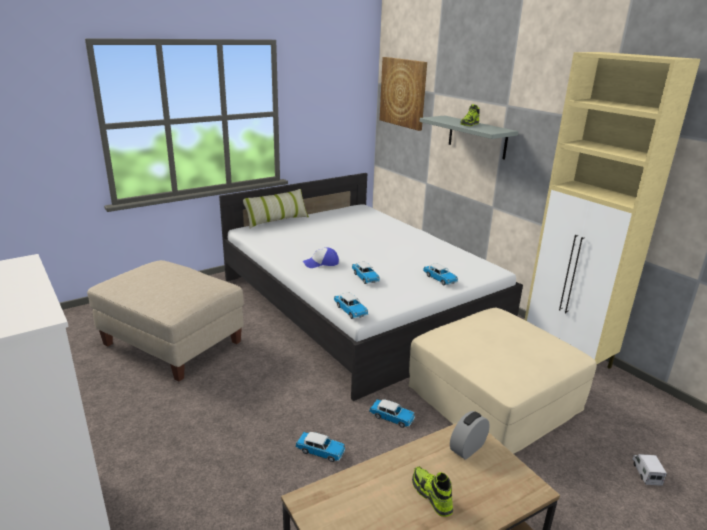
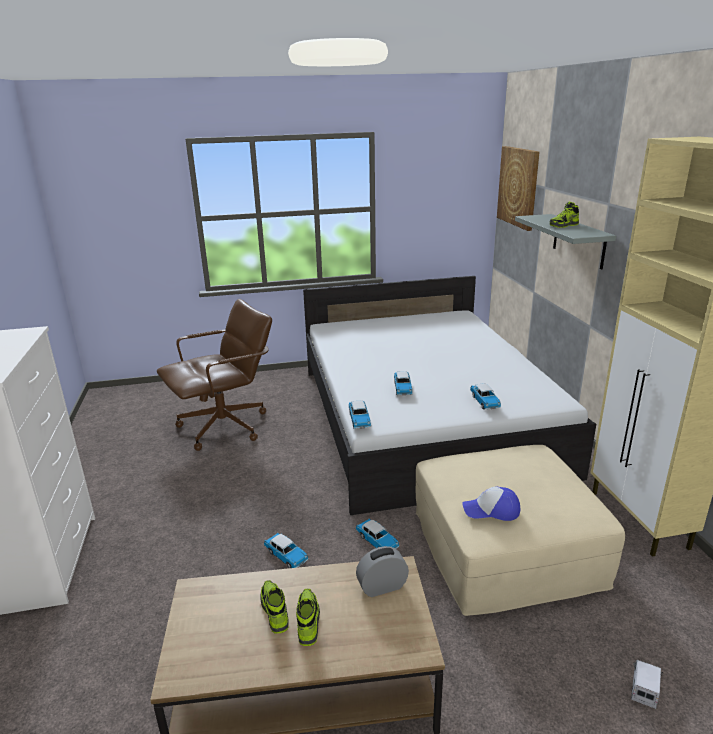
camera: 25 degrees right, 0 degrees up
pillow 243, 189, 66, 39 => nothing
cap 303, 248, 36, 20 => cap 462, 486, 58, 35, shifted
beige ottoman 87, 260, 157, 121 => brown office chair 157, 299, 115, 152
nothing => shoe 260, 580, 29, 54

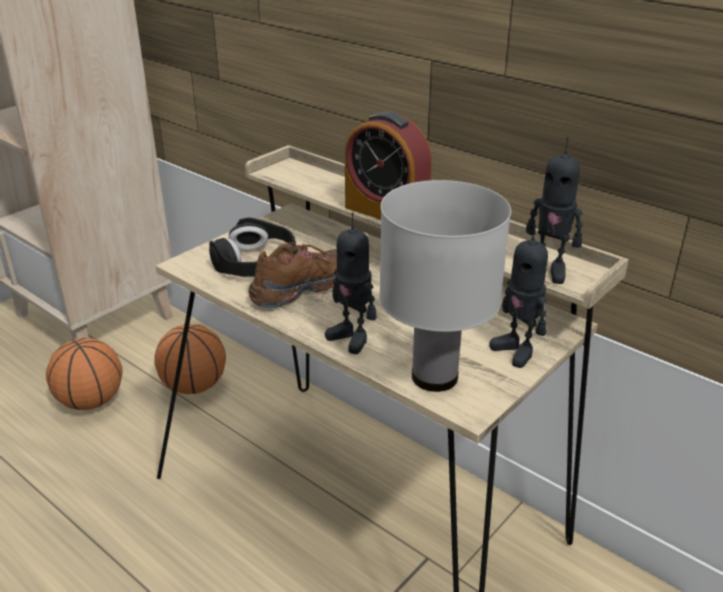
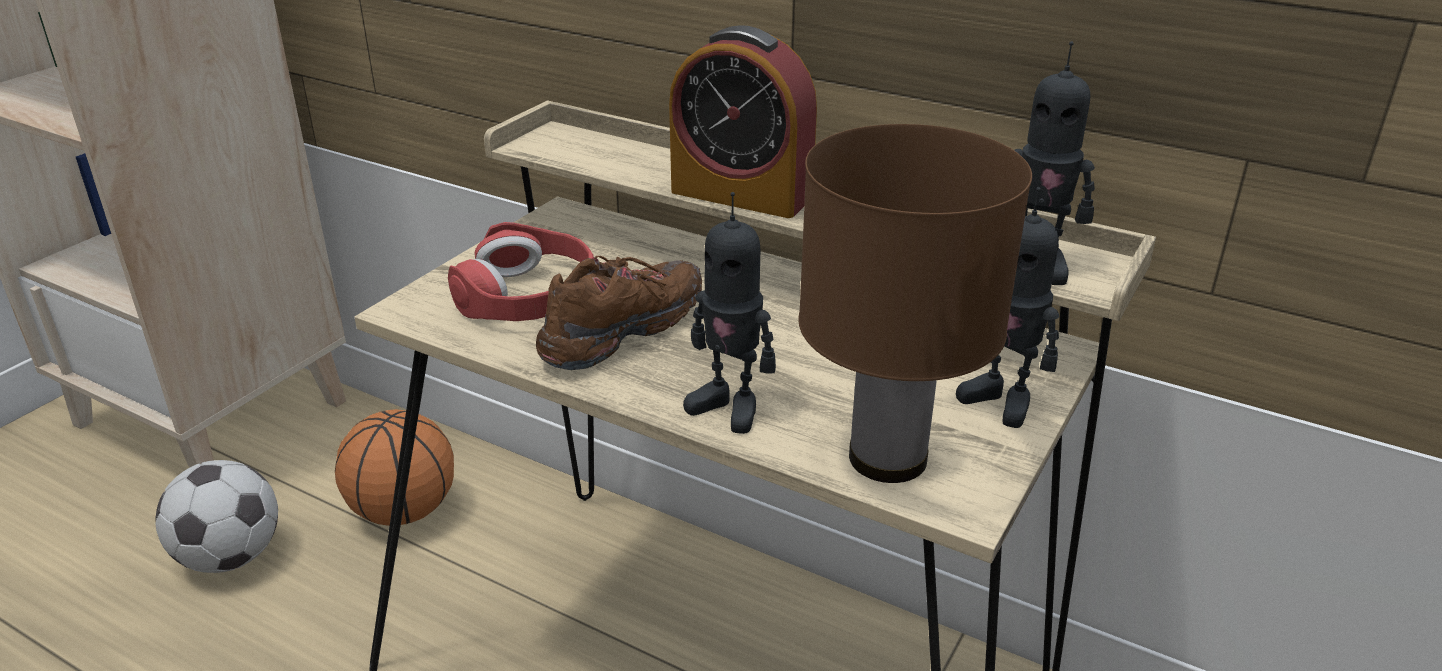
camera: 10 degrees left, 0 degrees up
white table lamp 379, 180, 132, 212 => brown table lamp 799, 124, 233, 359
black headphones 209, 217, 87, 60 => red headphones 448, 222, 145, 99
basketball 46, 338, 77, 72 => football 156, 460, 122, 113

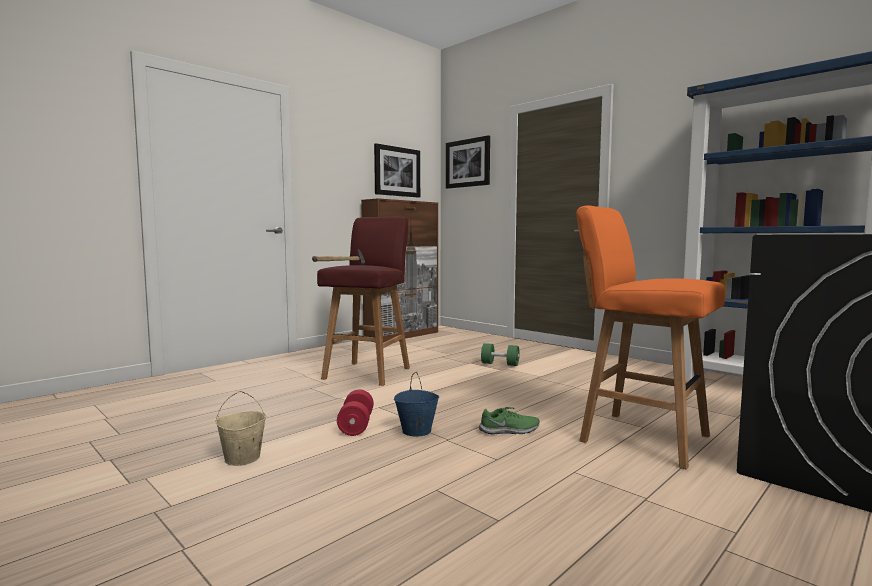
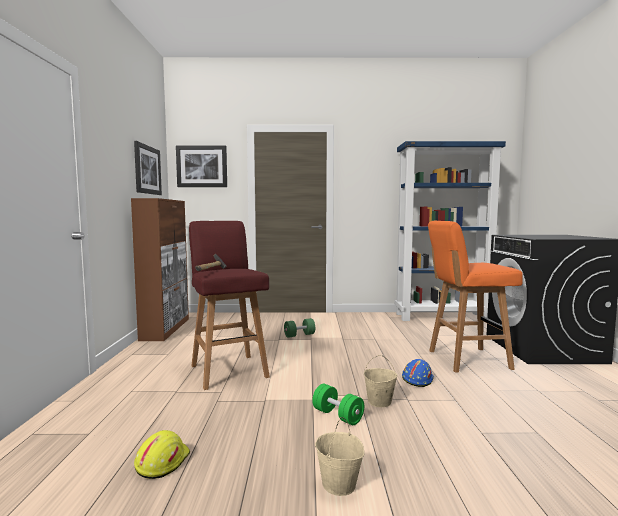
camera: 45 degrees left, 0 degrees up
blue bucket 394, 372, 45, 64 => beige bucket 364, 355, 34, 52
red dumbbell 337, 389, 37, 47 => green dumbbell 312, 384, 52, 41
green shoe 479, 407, 60, 27 => blue hard hat 402, 359, 32, 28
nothing => yellow hard hat 134, 430, 56, 49

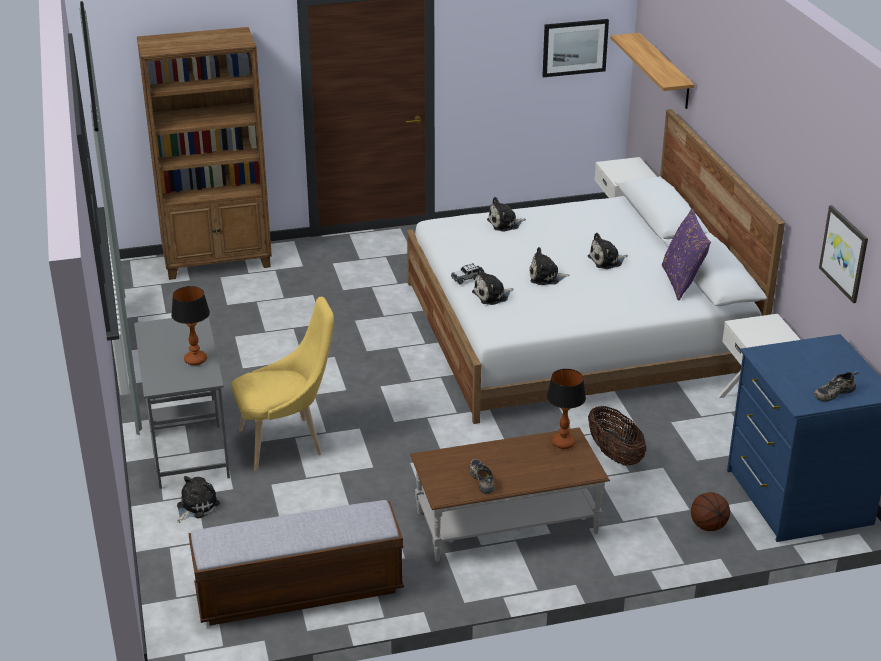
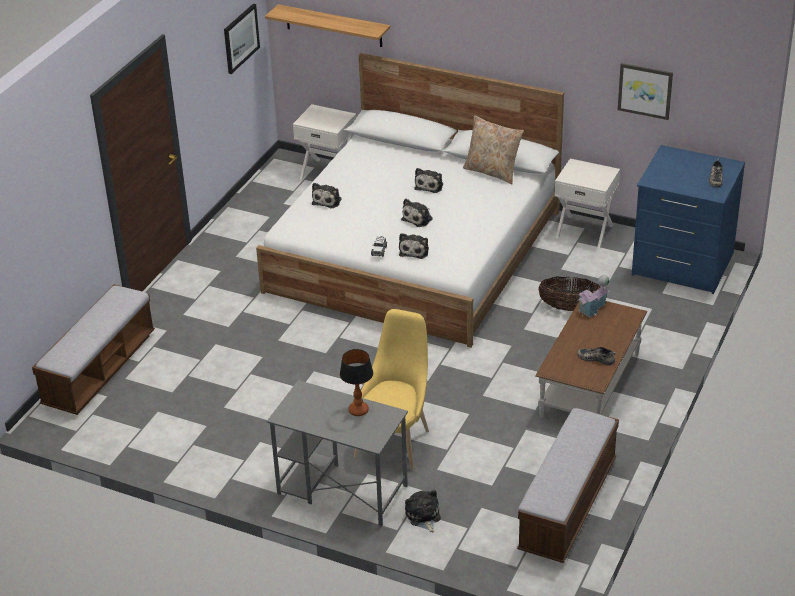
camera: 50 degrees left, 5 degrees up
brown bookcase 137, 27, 135, 253 => bench 32, 284, 123, 131
purple pillow 662, 208, 49, 93 => beige pillow 463, 115, 61, 69
table lamp 547, 369, 39, 80 => toy house 577, 275, 33, 42
basketball 691, 492, 39, 39 => nothing

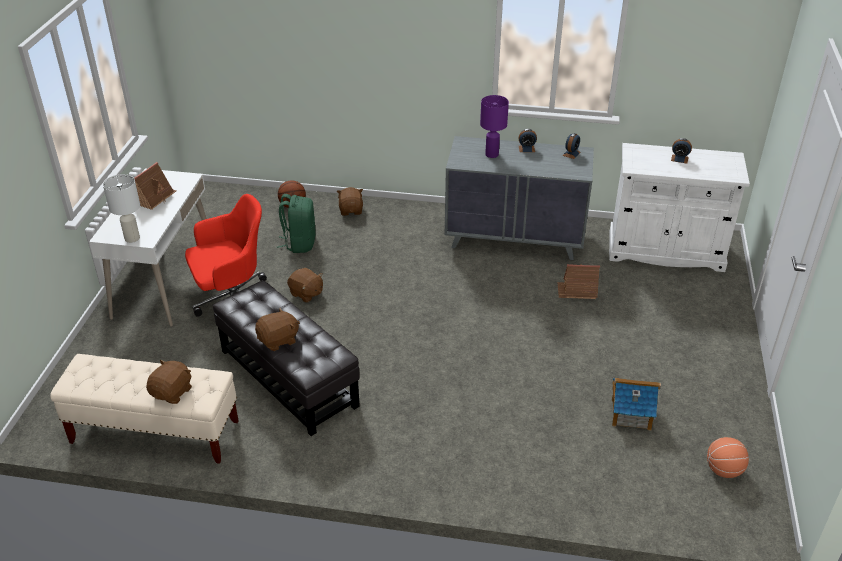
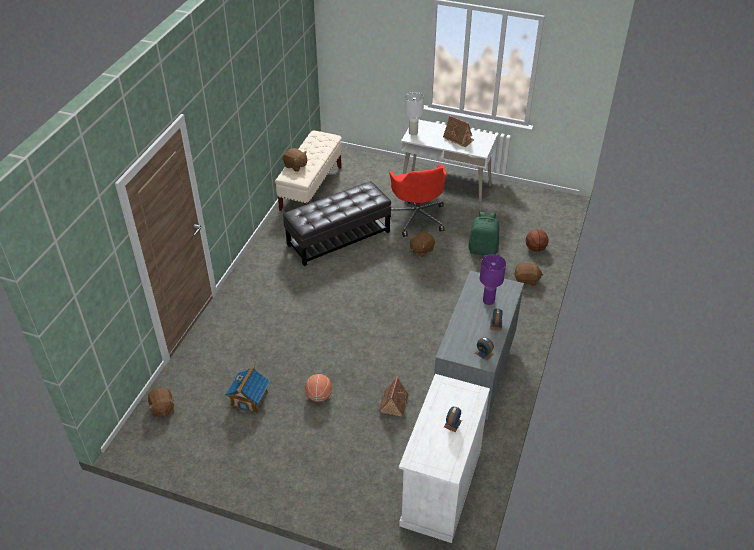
camera: 100 degrees right, 5 degrees up
brown plush toy 255, 308, 45, 43 => brown plush toy 148, 387, 26, 31, shifted
basketball 707, 437, 42, 41 => basketball 305, 374, 27, 28, shifted

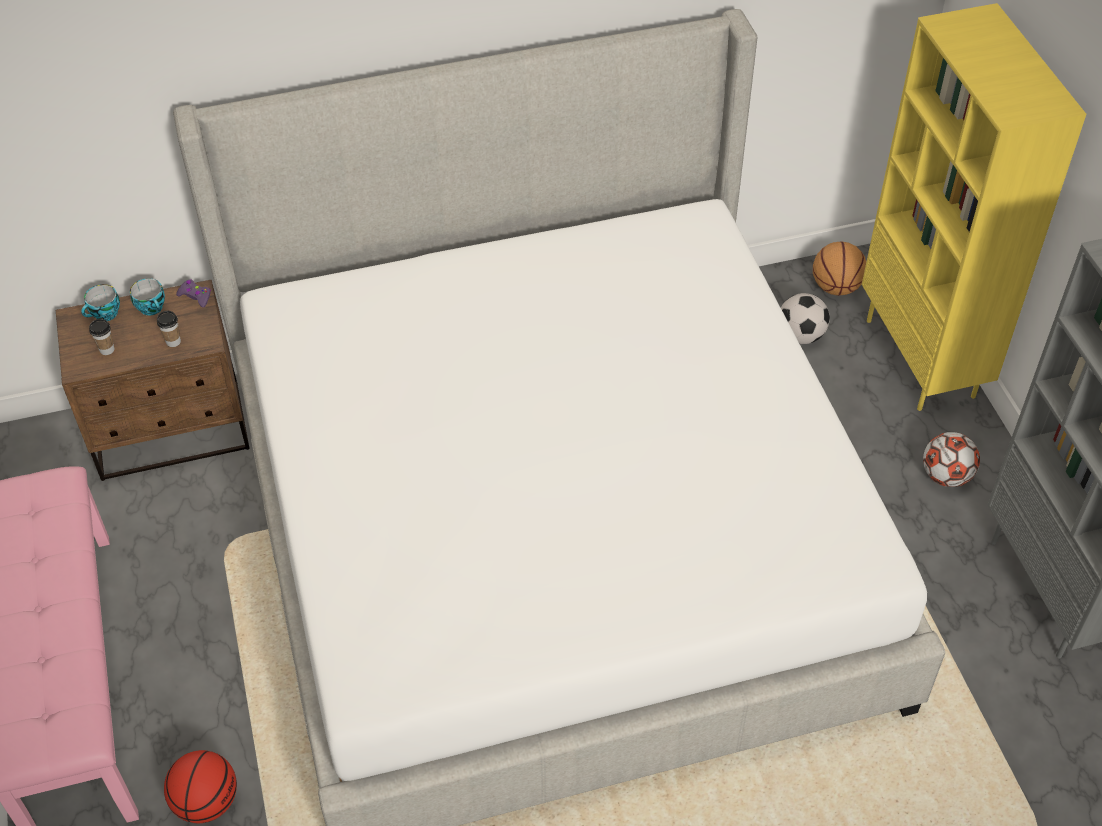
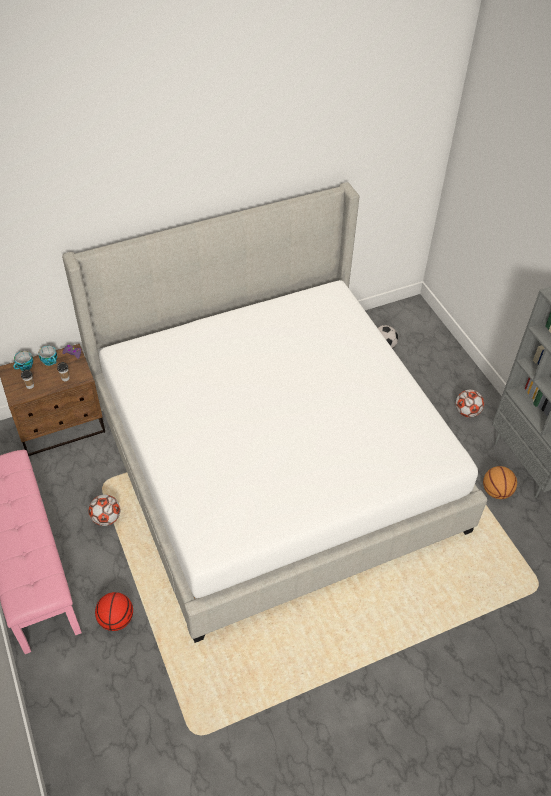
camera: 10 degrees left, 0 degrees up
yellow bookcase 862, 3, 224, 408 => nothing
basketball 813, 241, 53, 55 => basketball 483, 466, 34, 33, shifted
nothing => football 88, 494, 32, 32

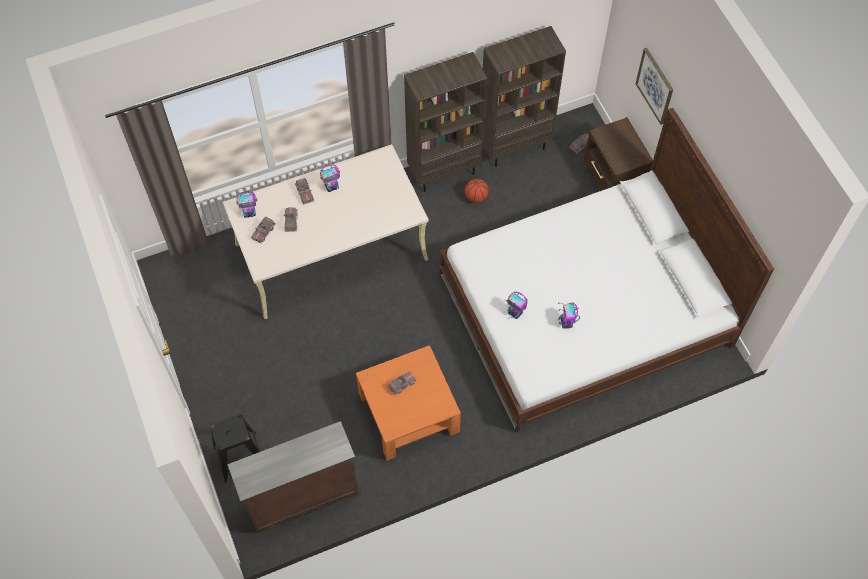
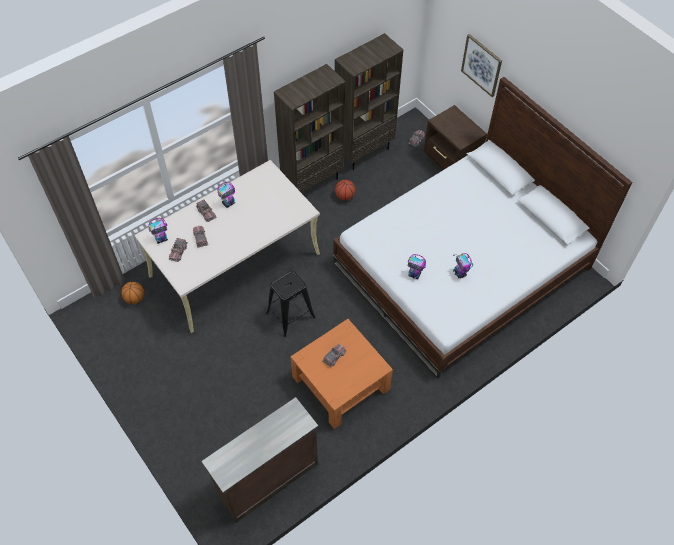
camera: 15 degrees left, 5 degrees down
black stool 210, 414, 50, 69 => black stool 266, 271, 50, 66, shifted
nothing => basketball 121, 282, 23, 22

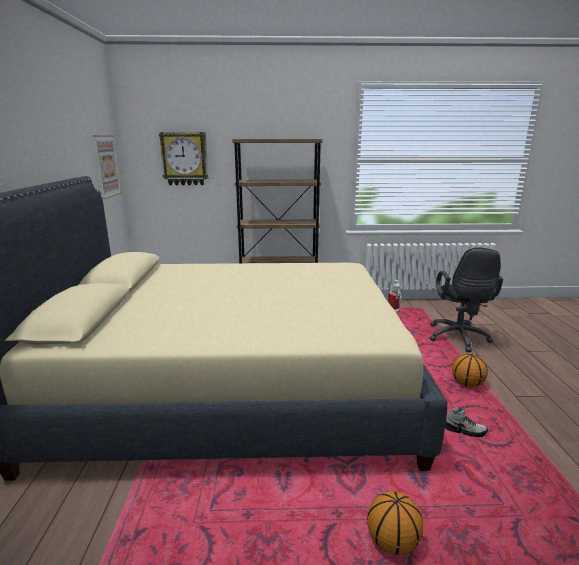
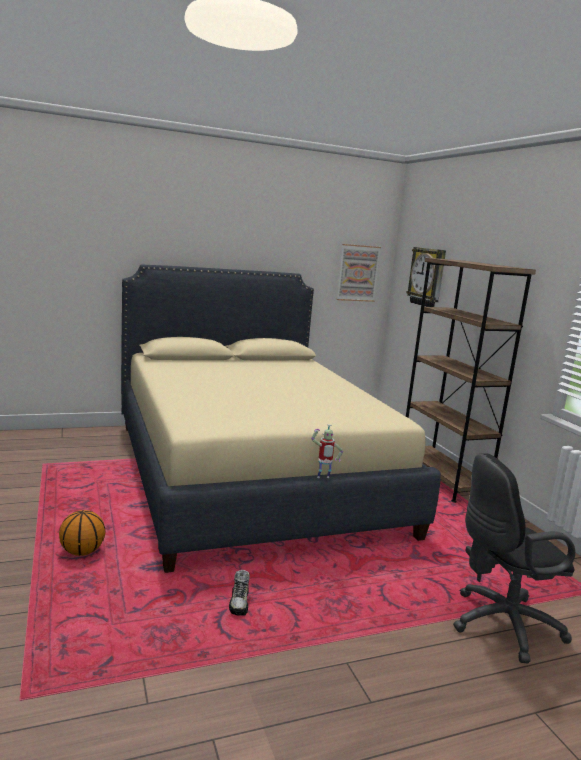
camera: 70 degrees right, 5 degrees down
basketball 452, 353, 36, 34 => nothing

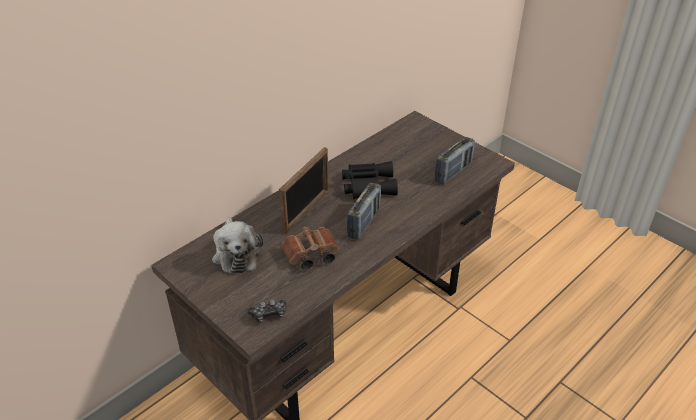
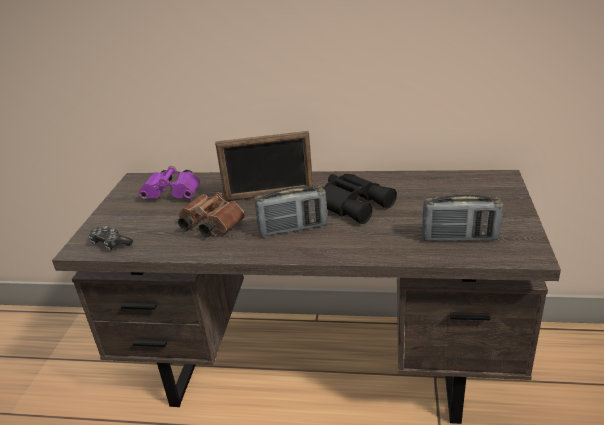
camera: 55 degrees right, 10 degrees down
plush toy 212, 217, 51, 58 => purple binoculars 139, 166, 61, 33

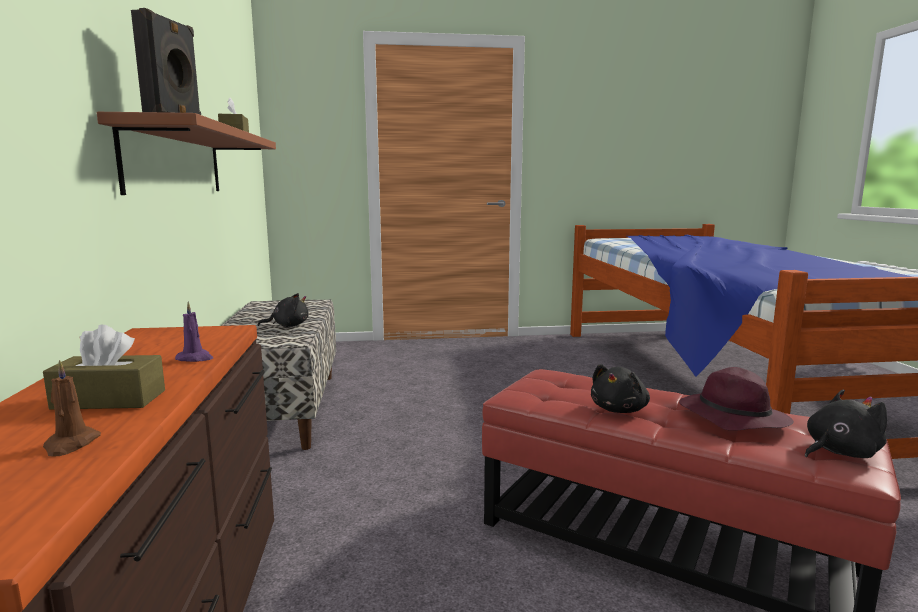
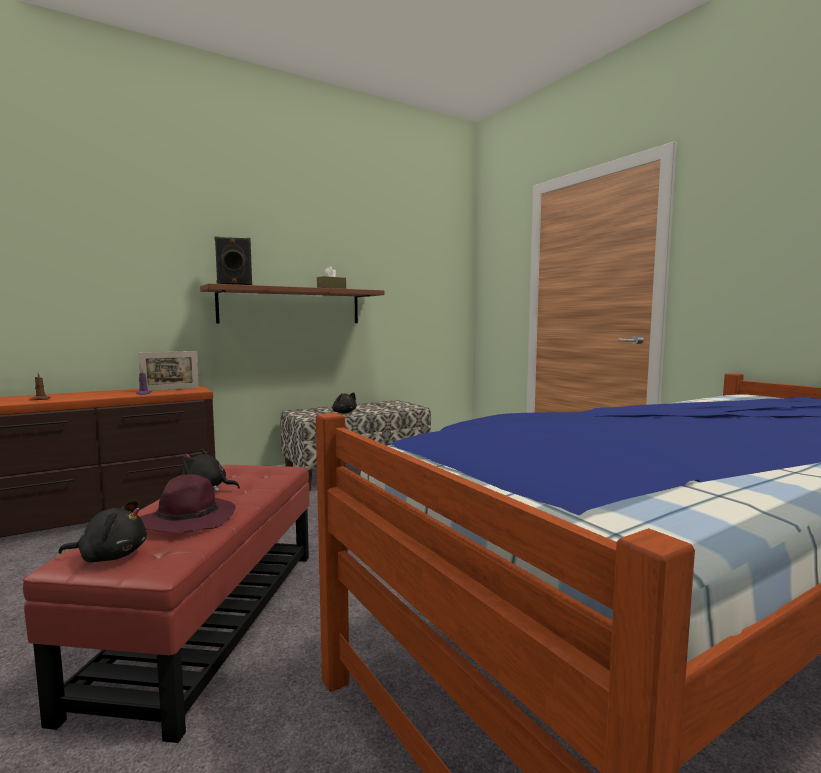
camera: 65 degrees right, 5 degrees down
brown tissue box 43, 325, 122, 85 => nothing
black plush toy 805, 389, 82, 69 => black plush toy 58, 500, 89, 62, 45 degrees counterclockwise
nothing => picture frame 139, 351, 60, 40

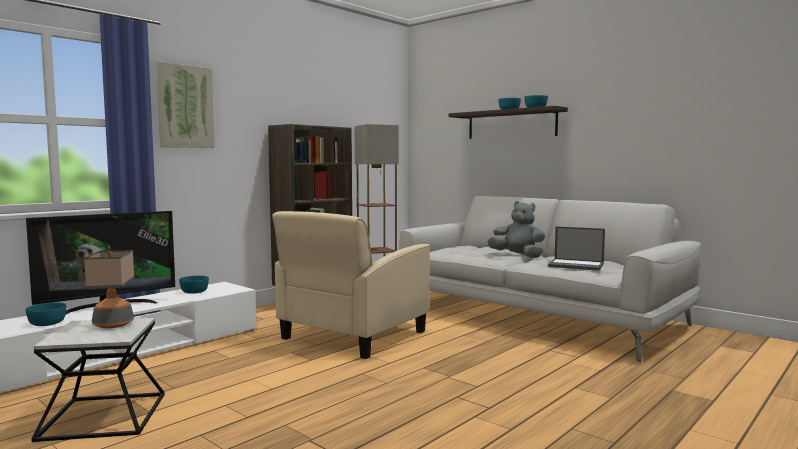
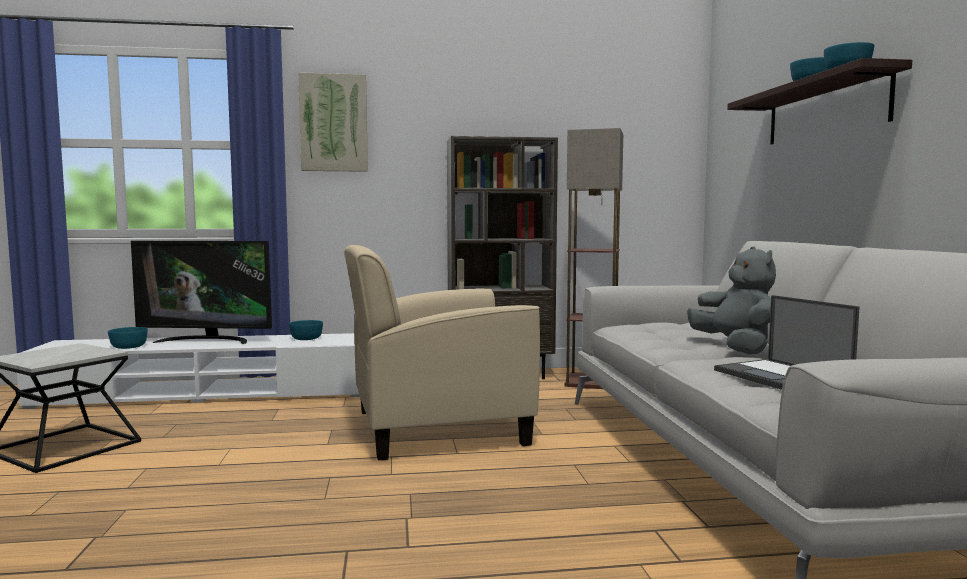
camera: 40 degrees right, 0 degrees up
table lamp 84, 250, 50, 78 => nothing

